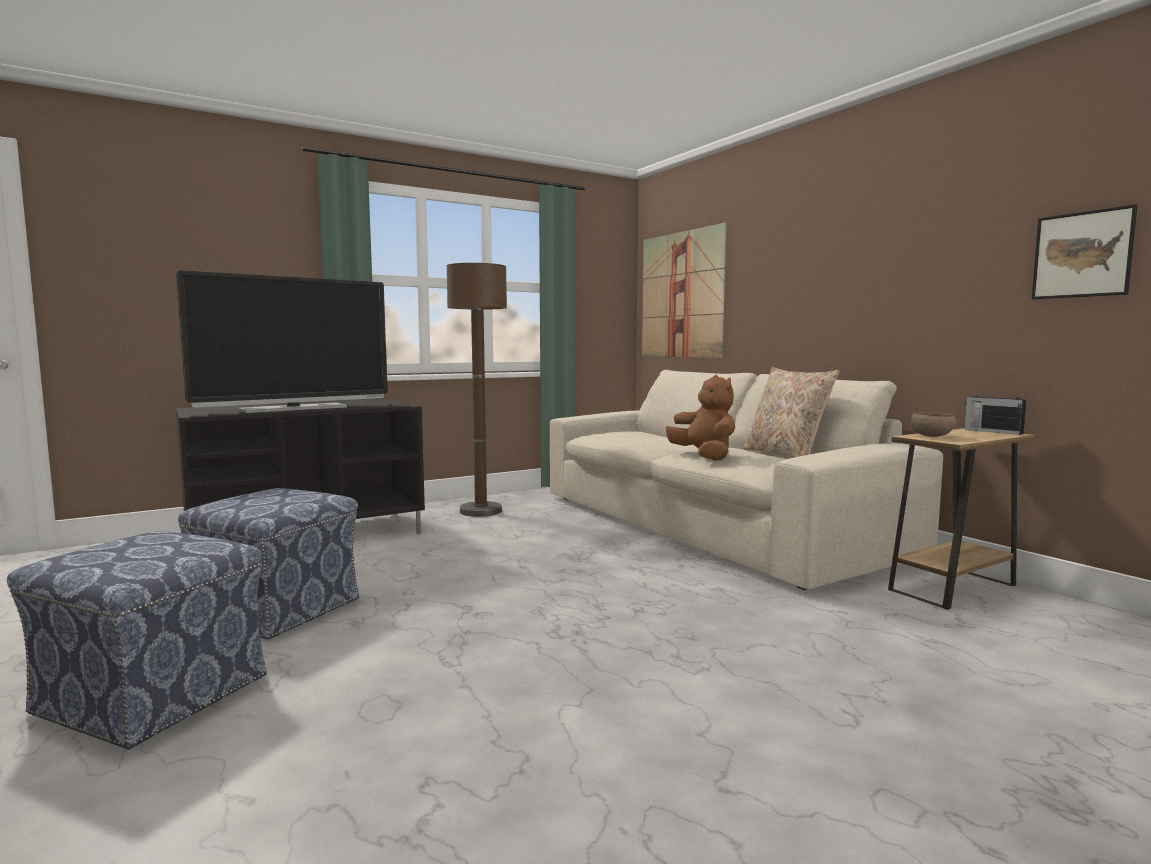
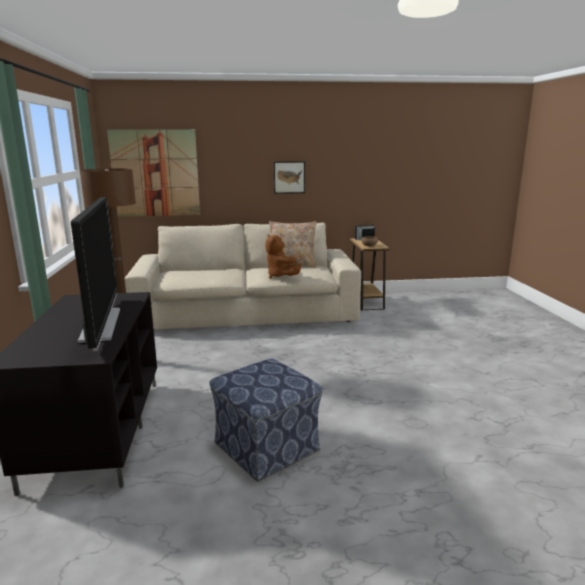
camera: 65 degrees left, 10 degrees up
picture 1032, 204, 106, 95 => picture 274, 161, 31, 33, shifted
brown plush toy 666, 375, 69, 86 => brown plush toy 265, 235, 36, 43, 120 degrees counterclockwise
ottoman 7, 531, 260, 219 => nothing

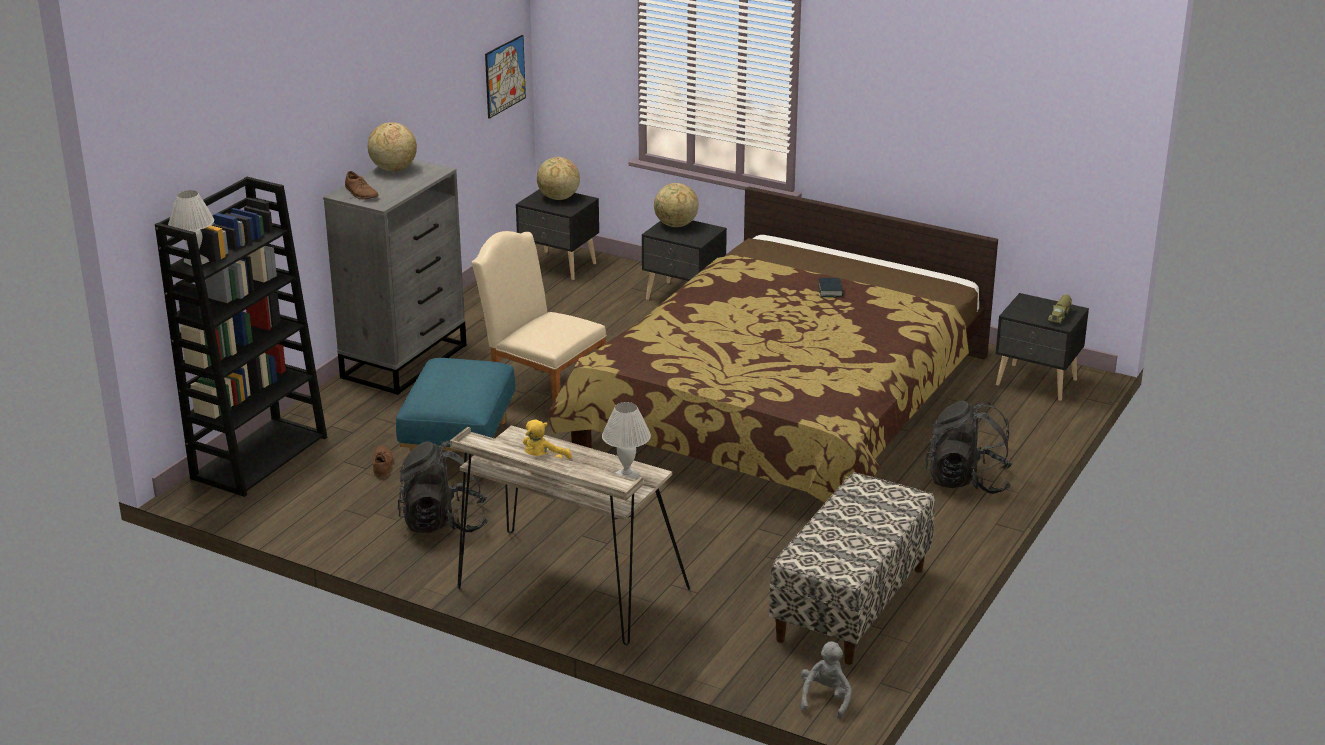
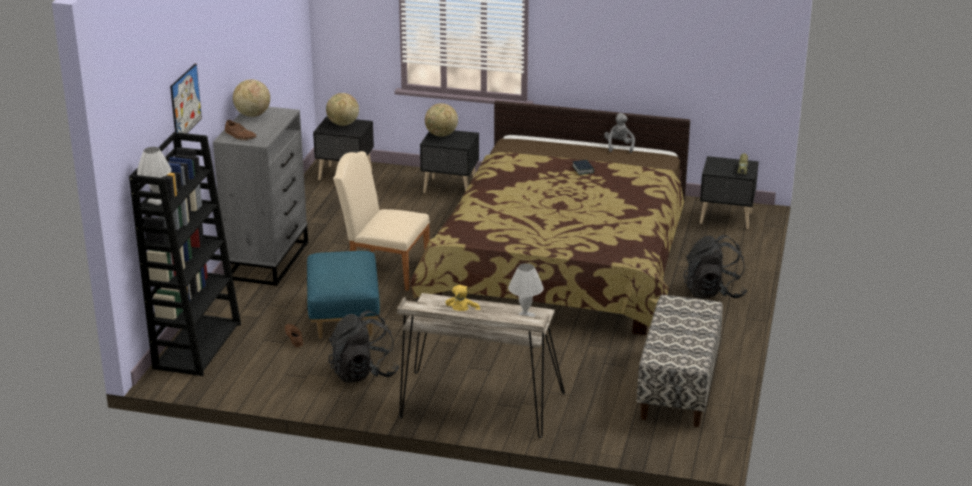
camera: 15 degrees left, 0 degrees up
picture 485, 35, 41, 84 => picture 170, 63, 32, 70, shifted
grey plush toy 800, 641, 52, 78 => grey plush toy 604, 113, 31, 40, shifted

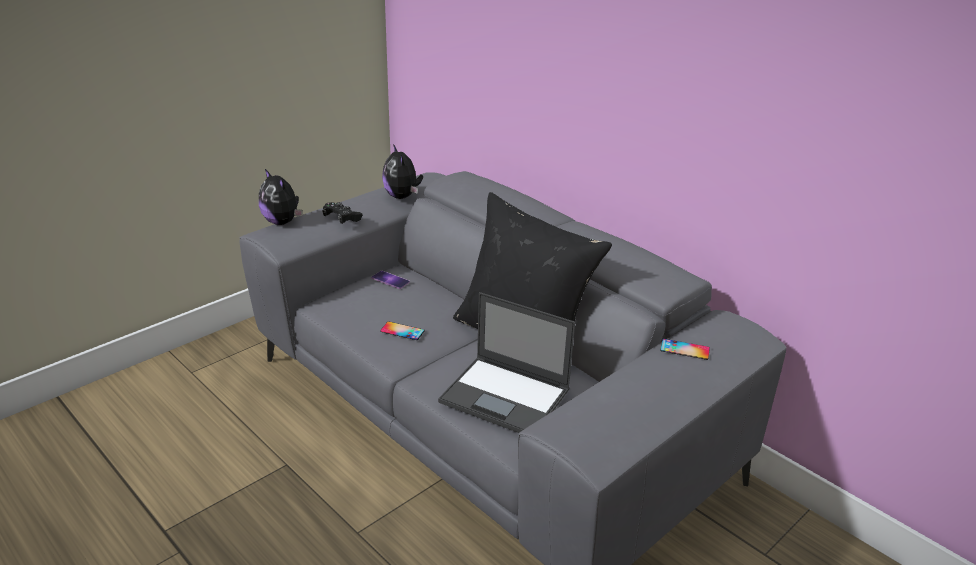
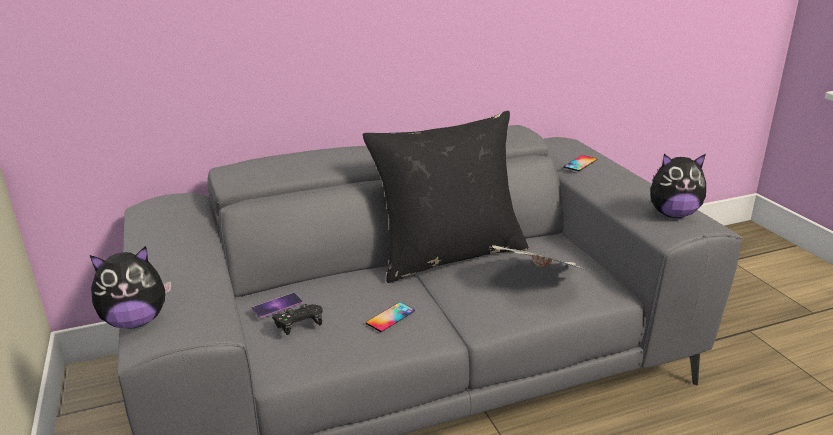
camera: 65 degrees left, 5 degrees down
plush toy 382, 144, 41, 55 => plush toy 651, 154, 55, 64, shifted
black game controller 322, 202, 41, 22 => black game controller 272, 304, 51, 31, shifted
laptop 438, 292, 137, 141 => newspaper 492, 245, 93, 25

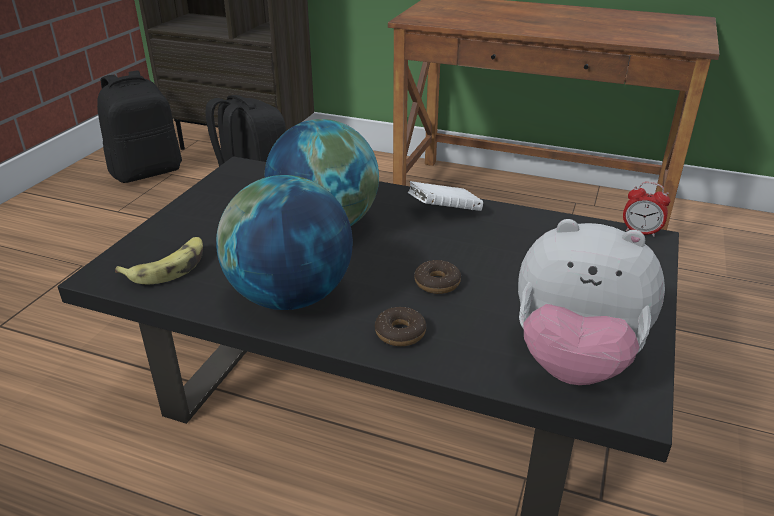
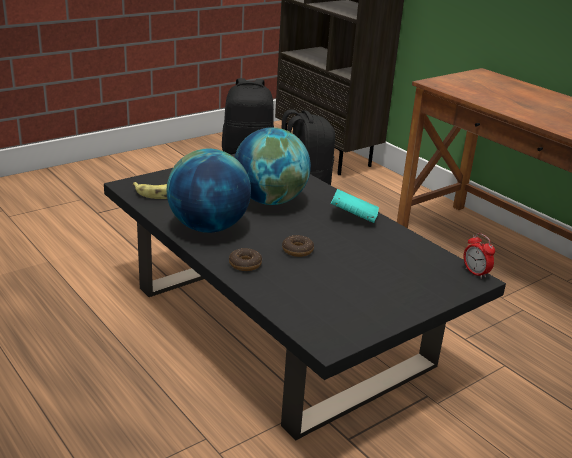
camera: 30 degrees right, 5 degrees down
white book 408, 181, 75, 30 => turquoise book 331, 189, 48, 34
plush toy 518, 219, 147, 166 => nothing

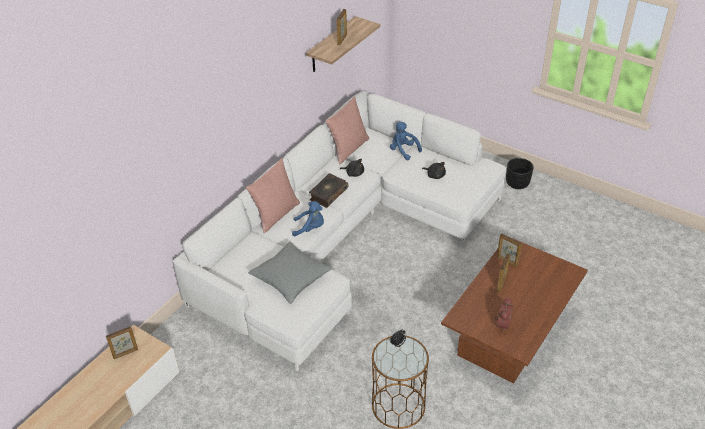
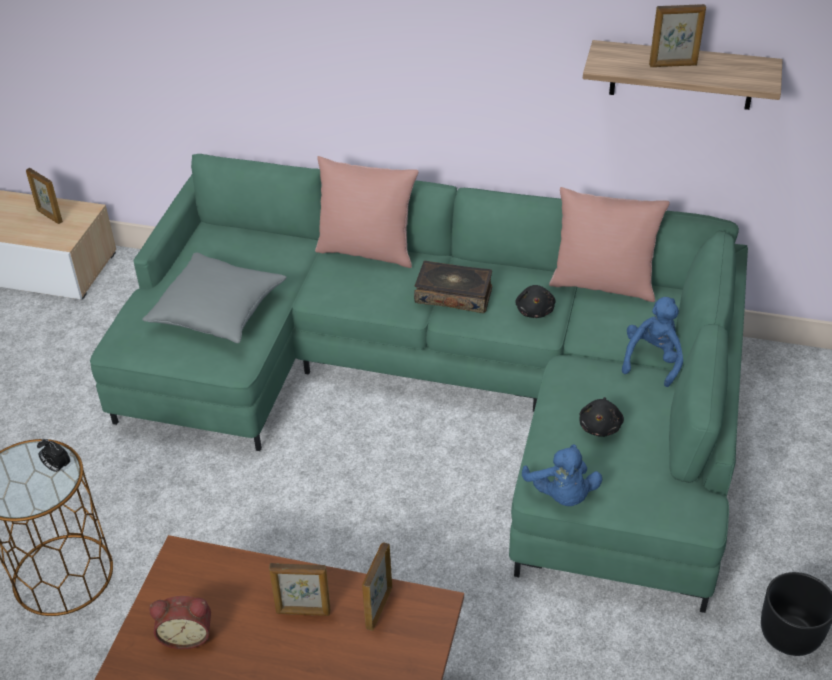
camera: 70 degrees right, 0 degrees up
white sofa 172, 91, 334, 281 => green sofa 90, 154, 658, 459
blue plush toy 292, 201, 32, 36 => blue plush toy 522, 444, 80, 62, shifted

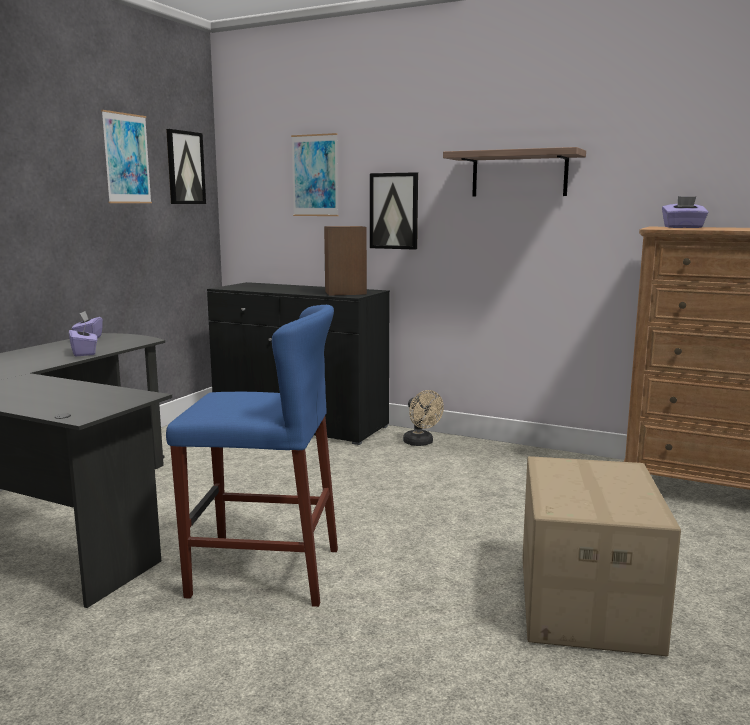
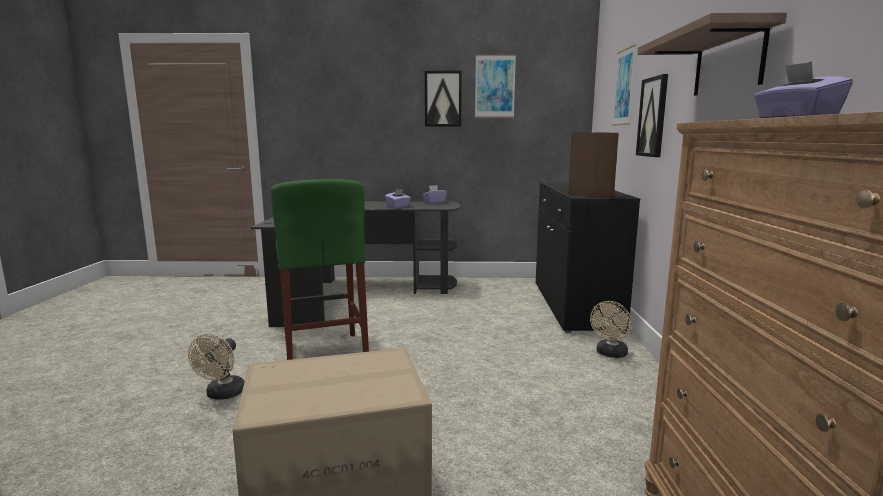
camera: 65 degrees right, 0 degrees up
picture 166, 129, 40, 75 => picture 425, 71, 37, 55, shifted
blue stool 166, 305, 172, 302 => green stool 271, 179, 98, 181
nothing => beige fan 188, 334, 57, 66

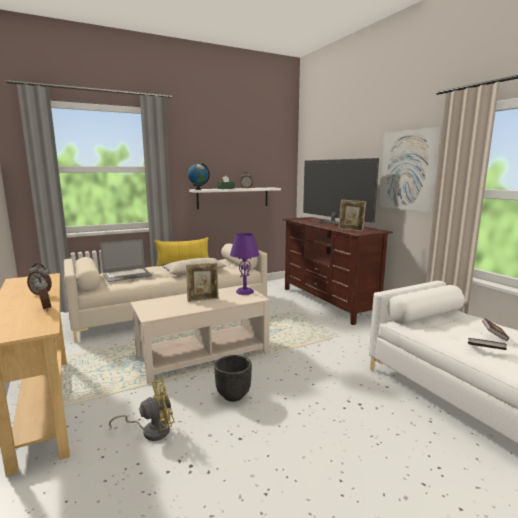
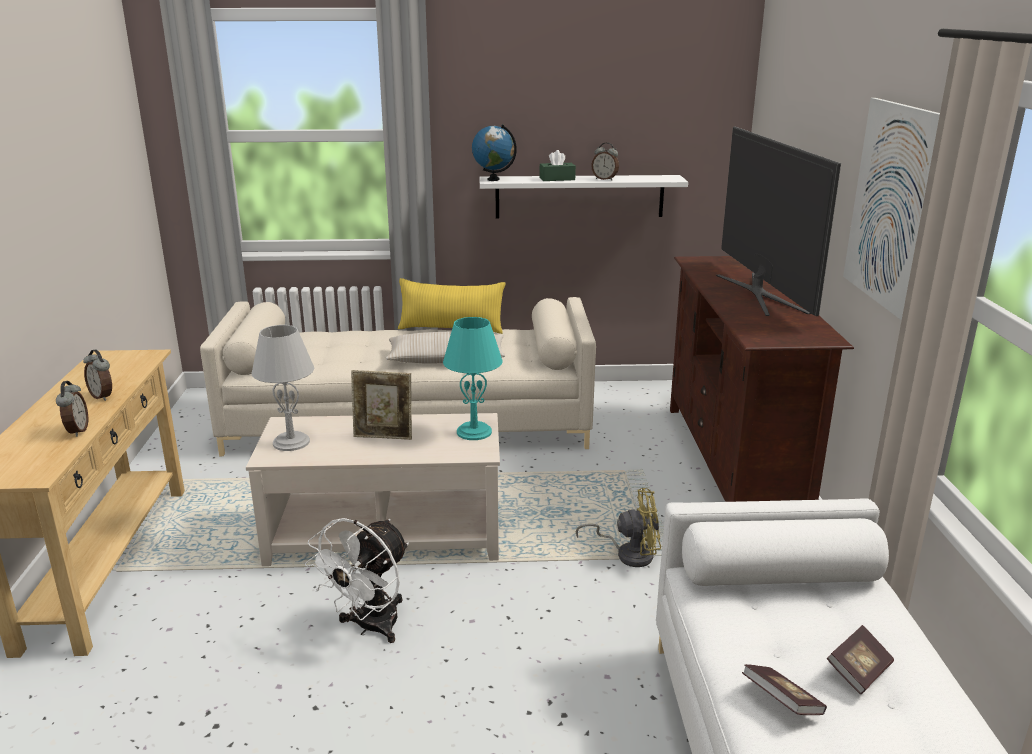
camera: 25 degrees right, 10 degrees up
picture frame 338, 200, 28, 32 => nothing
purple table lamp 230, 233, 29, 62 => turquoise table lamp 443, 317, 60, 123
laptop 100, 239, 52, 43 => nothing
black planter 214, 355, 38, 47 => white fan 305, 518, 104, 125
yellow fan 109, 379, 66, 62 => yellow fan 576, 488, 85, 79, shifted
nothing => grey table lamp 252, 325, 62, 126

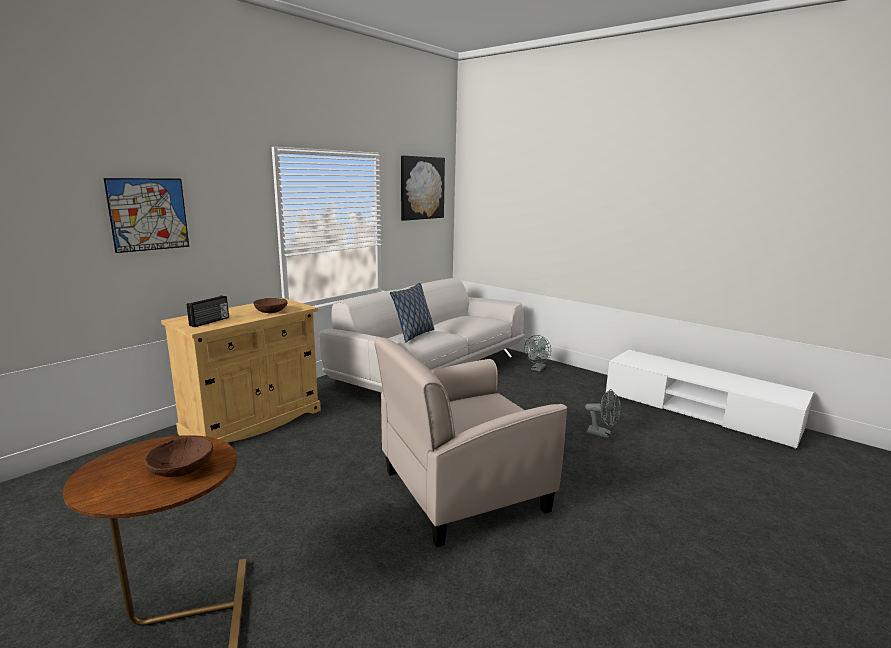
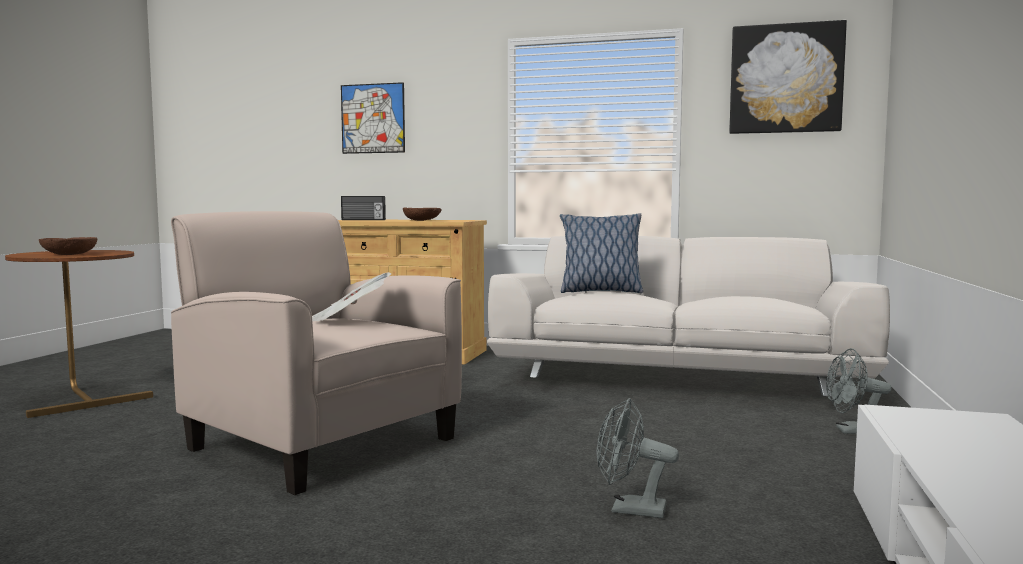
camera: 65 degrees right, 10 degrees down
grey fan 585, 389, 36, 49 => grey fan 597, 398, 82, 120, 105 degrees clockwise
nothing => newspaper 312, 272, 79, 50

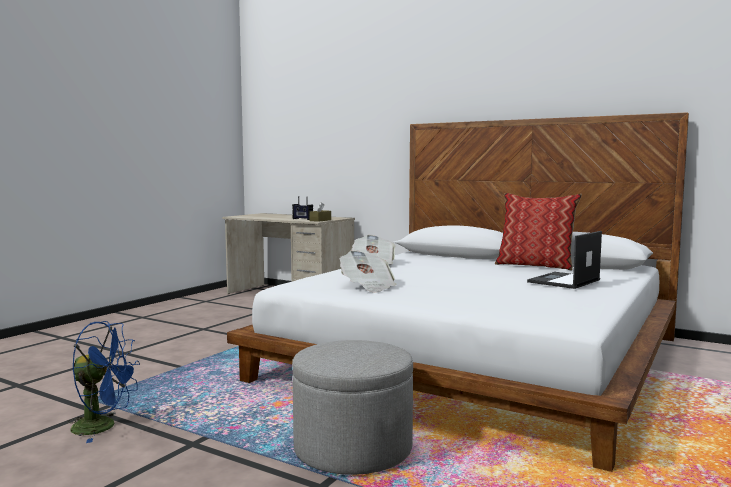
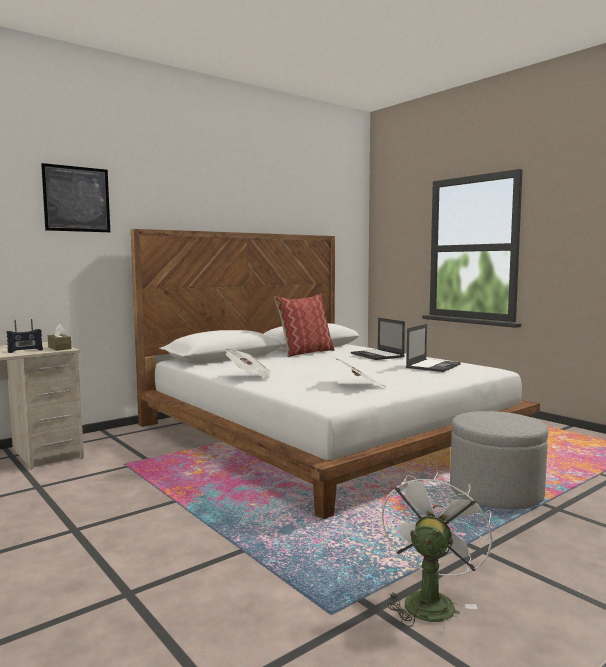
camera: 70 degrees left, 0 degrees up
blue fan 68, 321, 72, 122 => white fan 382, 471, 110, 156
nothing => picture 41, 163, 69, 69
nothing => laptop 406, 324, 55, 48

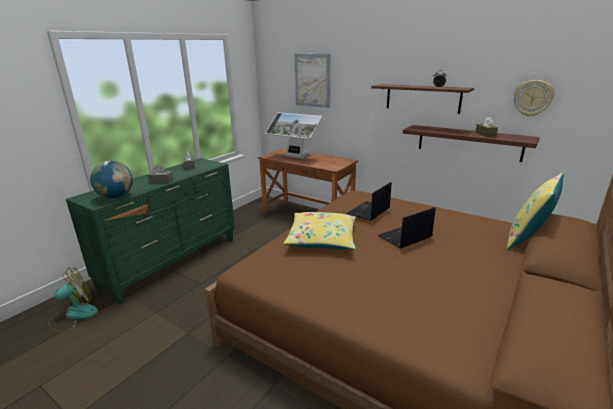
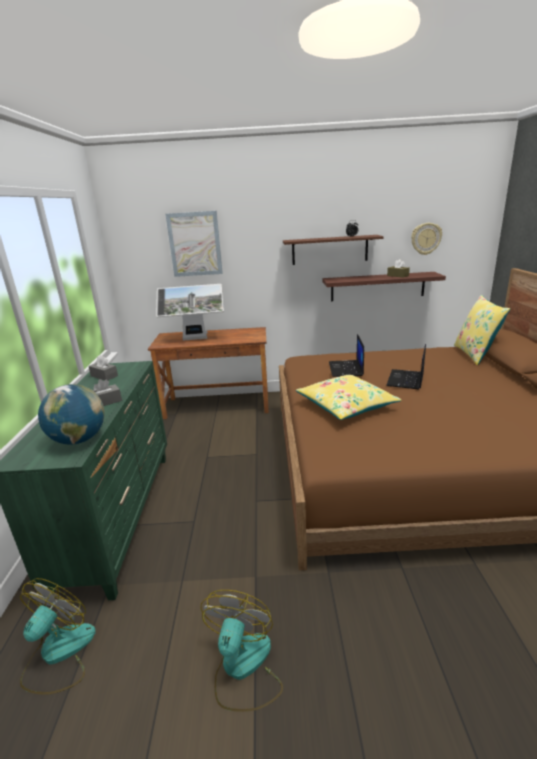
camera: 35 degrees left, 0 degrees up
nothing => fan 201, 590, 82, 122

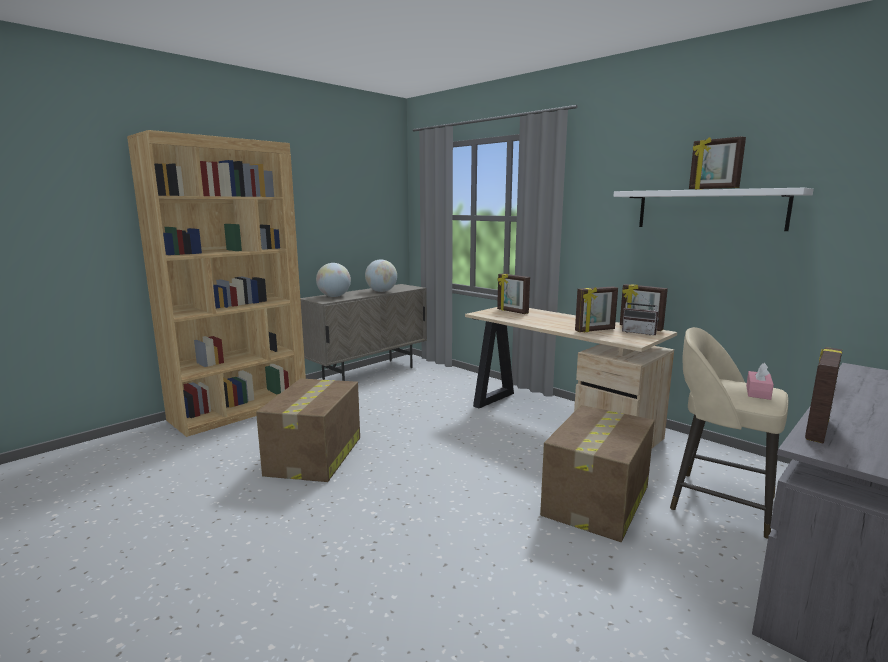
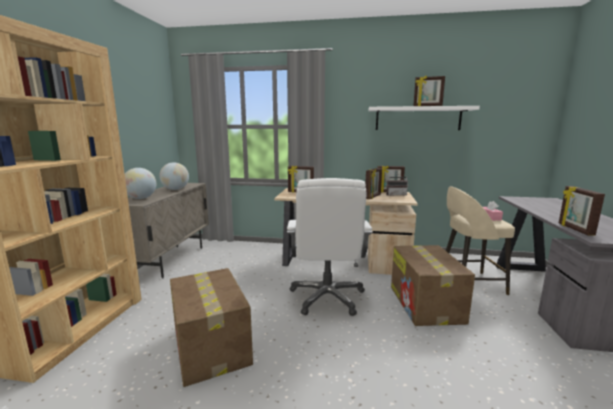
camera: 35 degrees left, 0 degrees up
nothing => white office chair 287, 178, 86, 138

